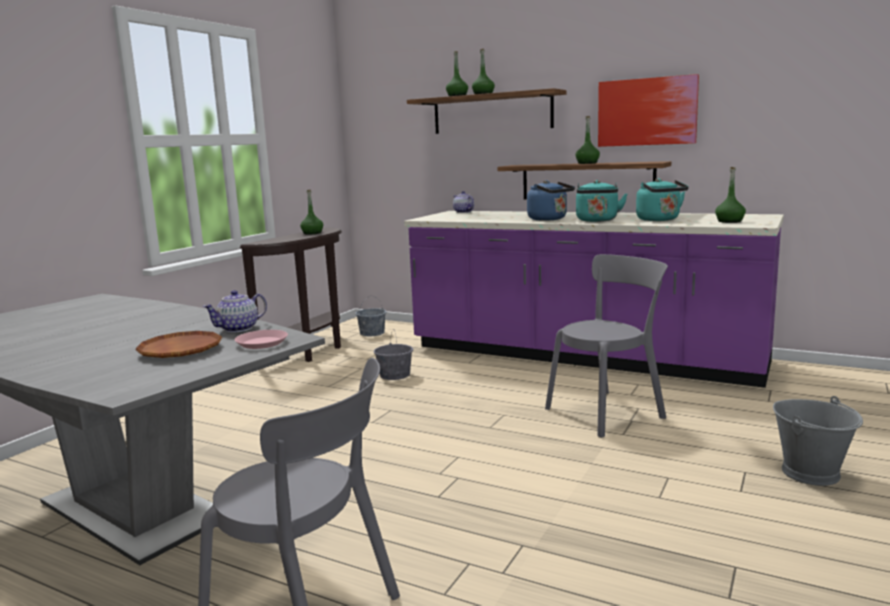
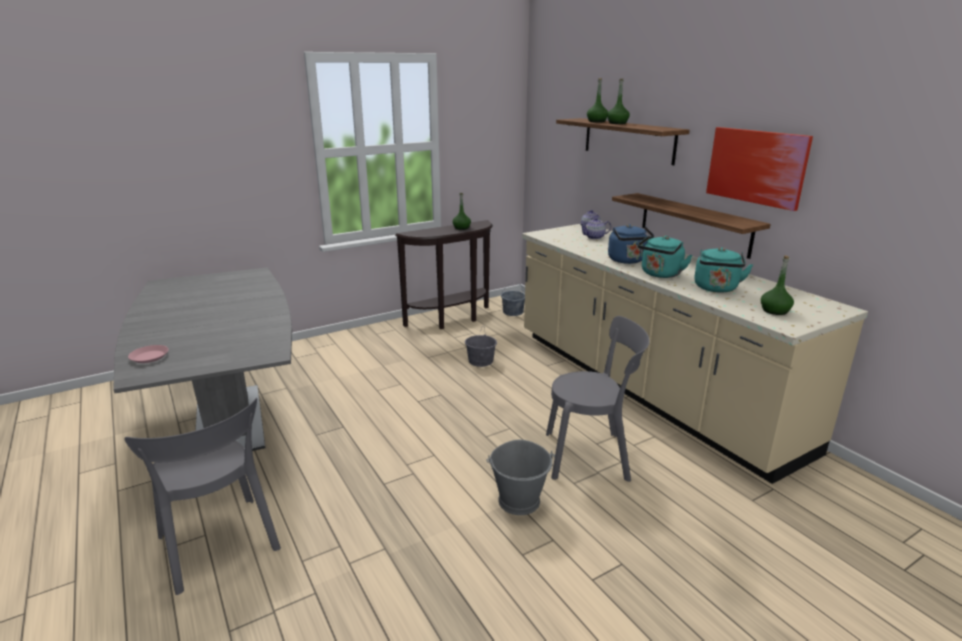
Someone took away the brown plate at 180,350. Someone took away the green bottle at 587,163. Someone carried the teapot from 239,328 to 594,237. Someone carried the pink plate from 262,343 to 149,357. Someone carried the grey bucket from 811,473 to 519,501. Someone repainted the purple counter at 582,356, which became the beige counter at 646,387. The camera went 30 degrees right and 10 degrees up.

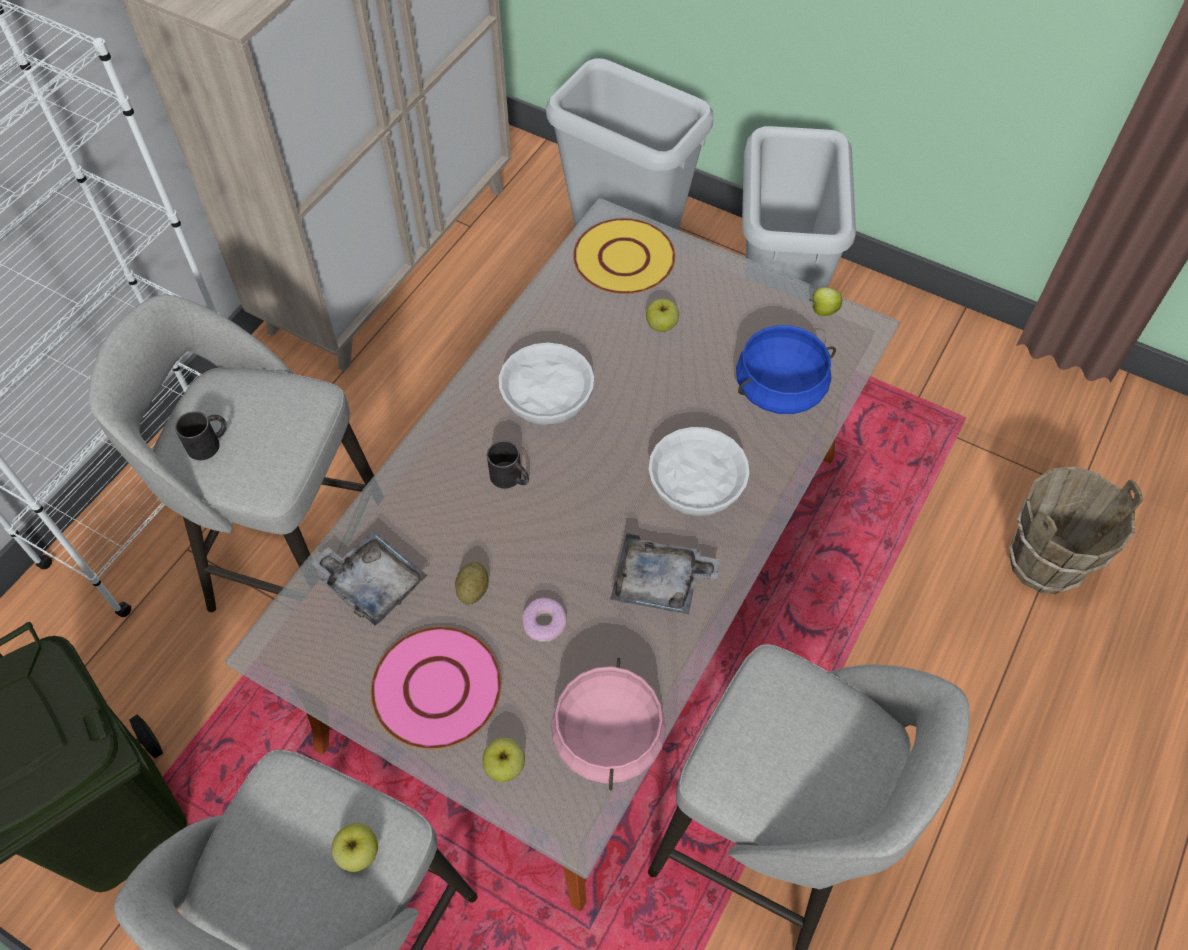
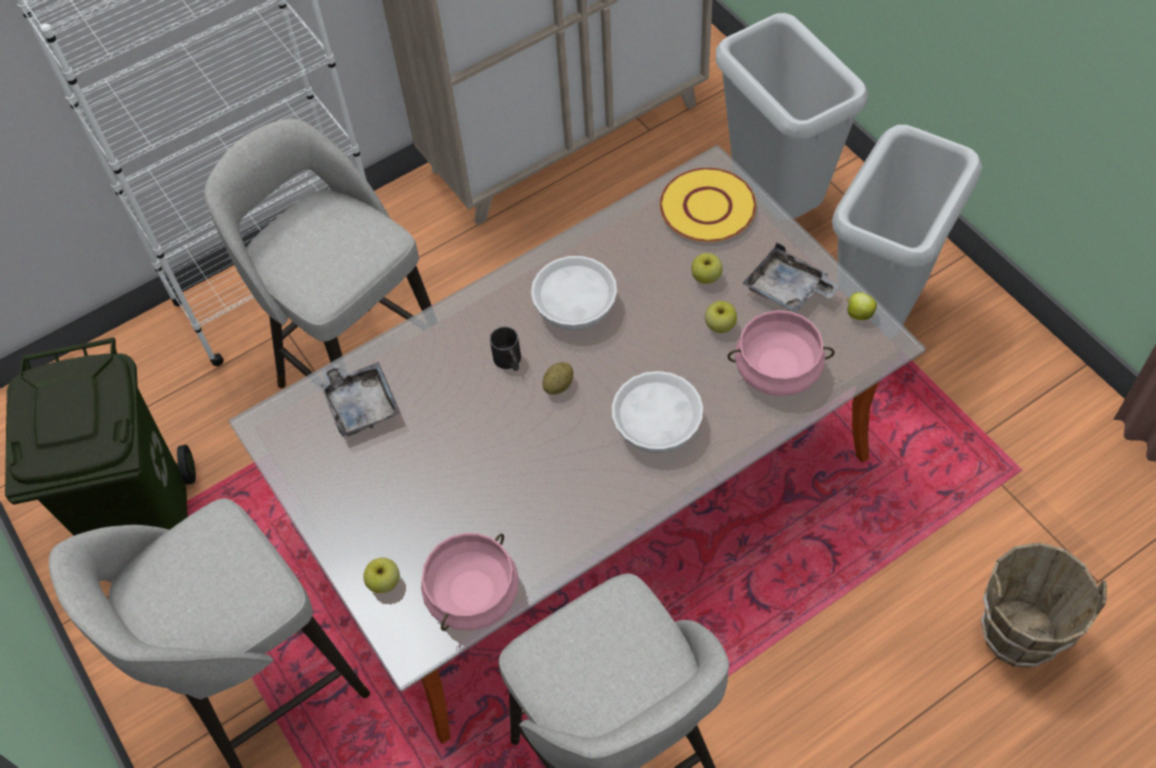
Someone took away the black mug at 209,443. Someone took away the pink plate at 438,688. Someone took away the donut at 544,623. Someone carried the apple from 358,853 to 720,325. Someone carried the potato from 473,590 to 558,385. Someone carried the grey tray from 660,583 to 788,290. Someone repainted the blue cooking pot at 780,389, which became the pink cooking pot at 777,369. The camera went 30 degrees right and 0 degrees up.

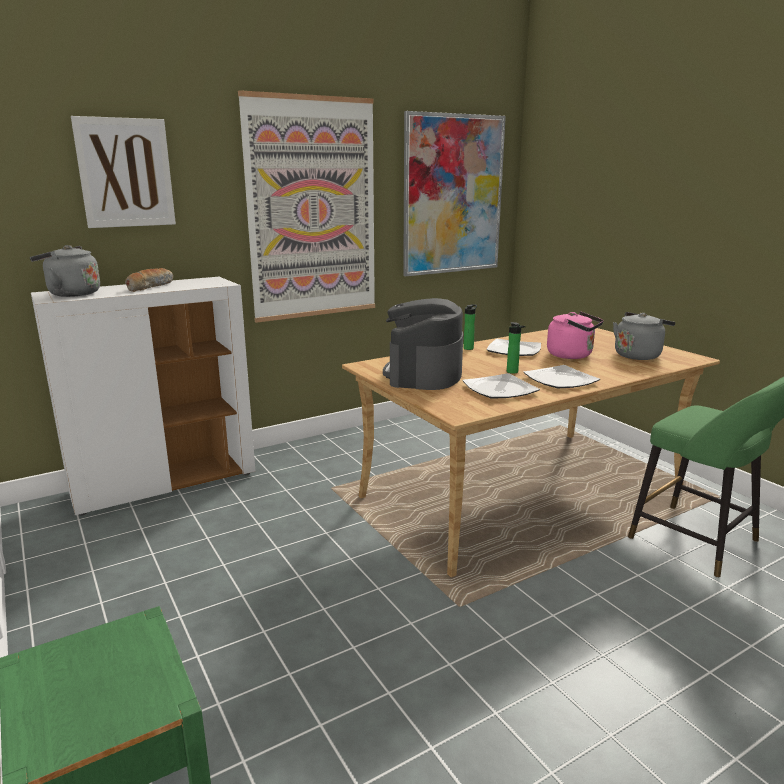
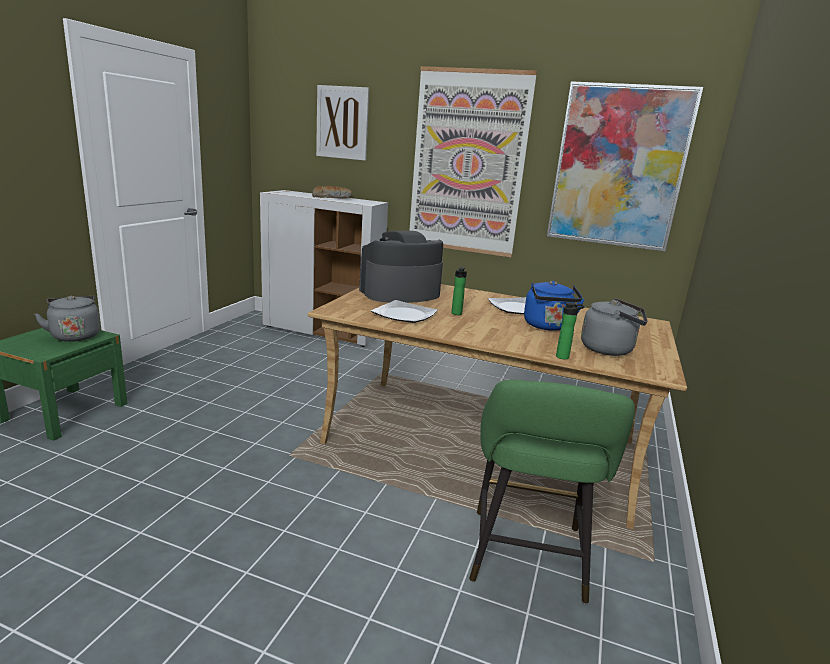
Someone took away the plate at 559,380. Someone carried the grey kettle from 71,294 to 75,335. Someone carried the bottle from 469,348 to 564,357. Someone repainted the pink kettle at 572,355, which became the blue kettle at 548,326. The camera went 50 degrees right and 0 degrees up.

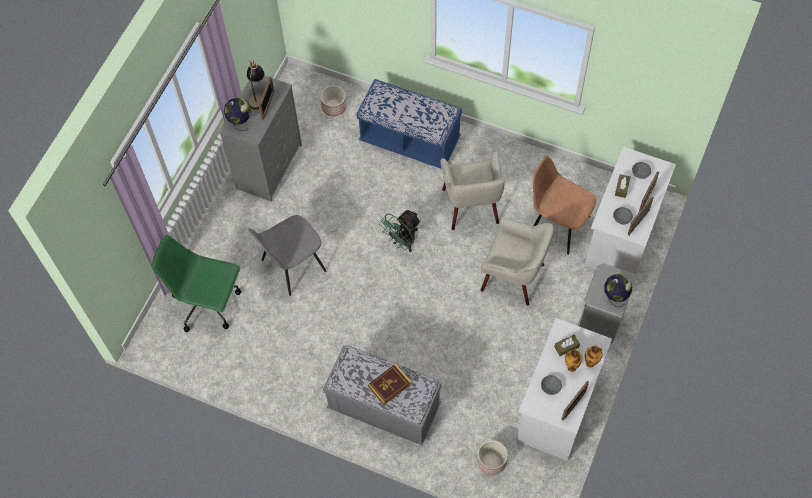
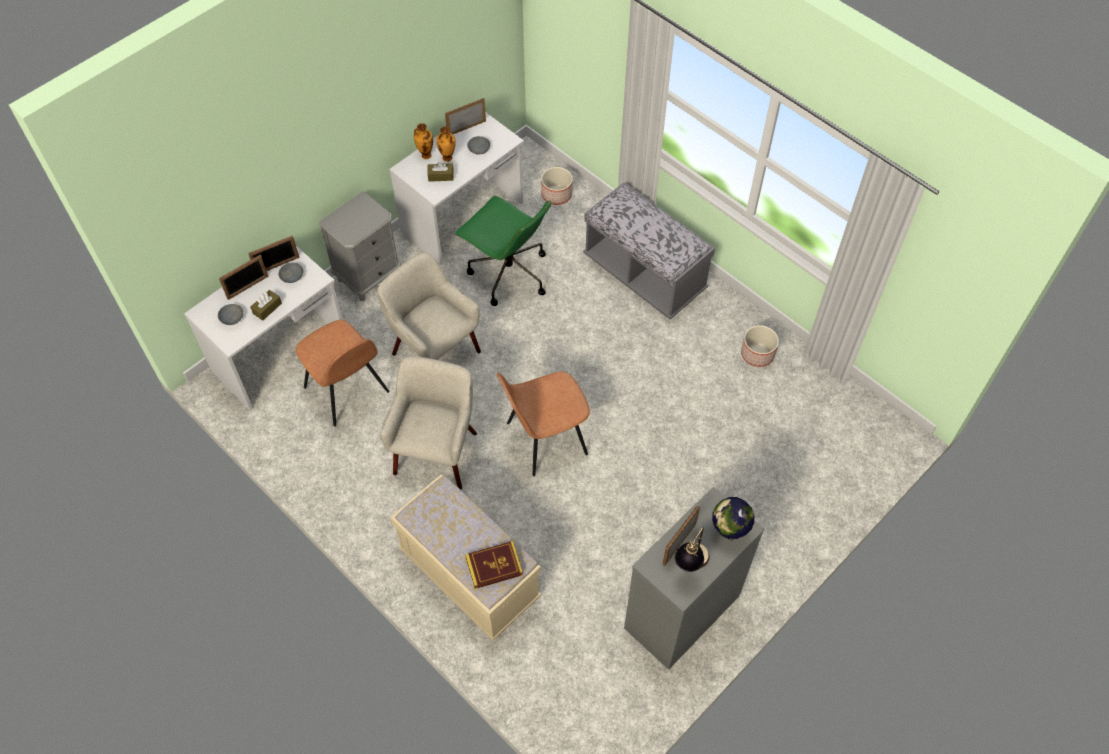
Someone took away the grey chair at 292,266. Someone took away the globe at 615,297. Someone carried the green office chair from 208,303 to 508,273. Someone carried the planter from 334,106 to 757,354. Someone carried the book from 389,385 to 494,566. Someone swapped the green fan at 402,242 for the brown chair at 544,439. Someone repainted the blue bench at 410,140, which became the beige bench at 469,575. The camera went 160 degrees left and 5 degrees down.

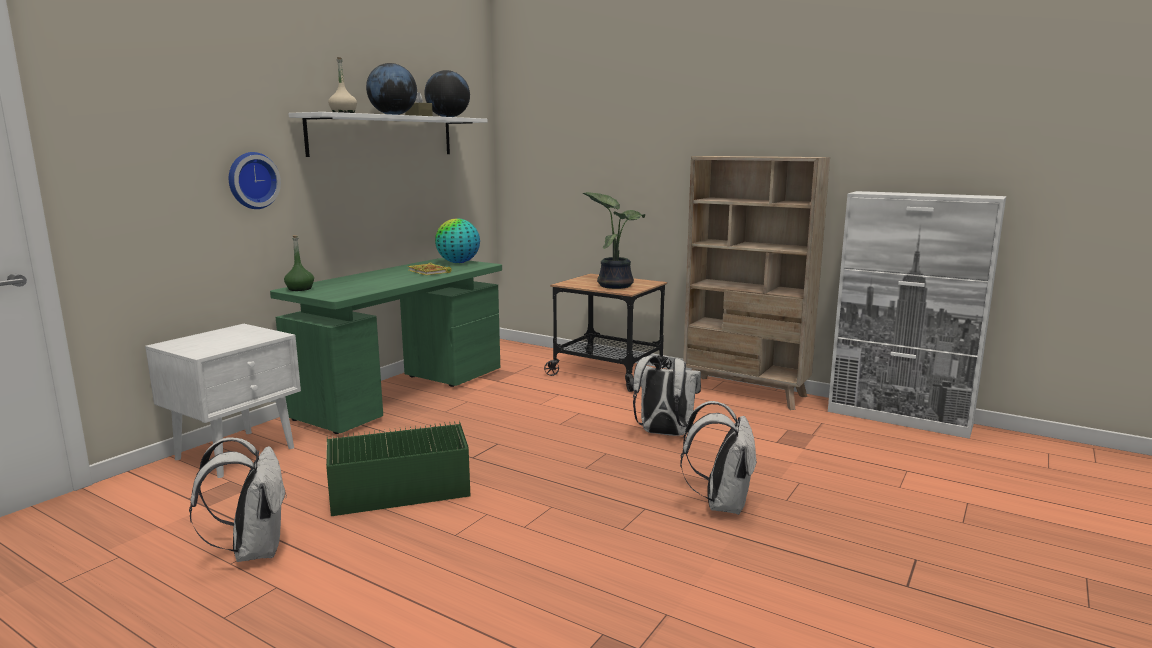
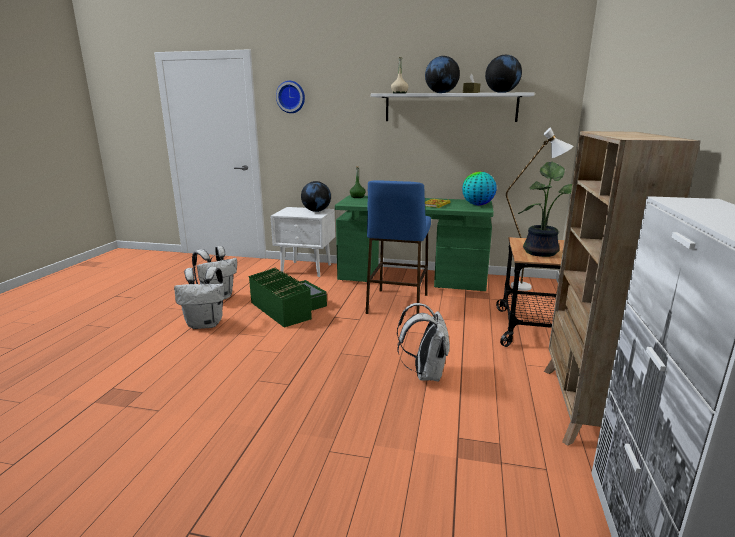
Someone put down the globe at 316,211. Someone put down the blue stool at 397,304. Someone put down the white floor lamp at 529,287. Someone carried the wall clock from 251,180 to 291,97. Someone carried the white backpack from 721,504 to 206,324. The camera went 70 degrees right and 5 degrees up.

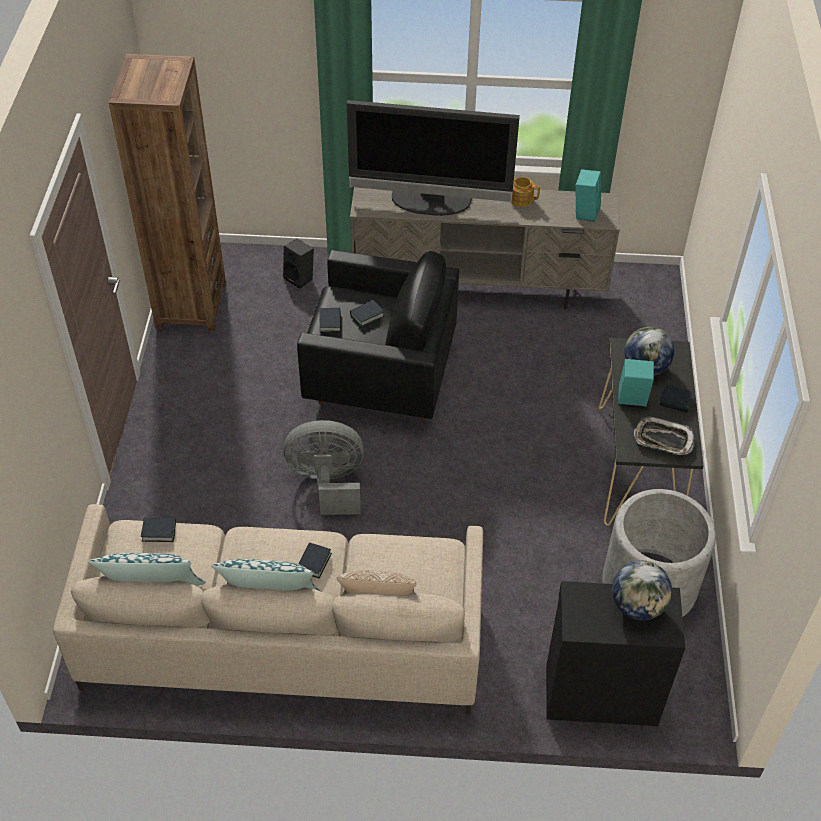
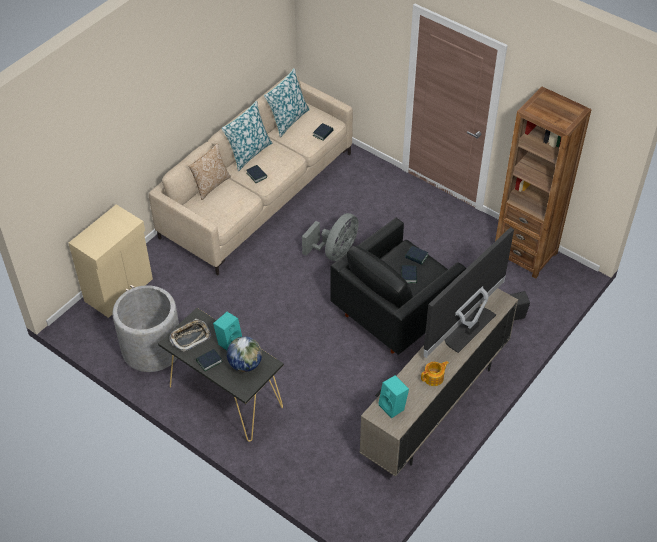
Someone took away the globe at 637,606. Someone repainted the black cabinet at 600,693, which became the beige cabinet at 120,290. The camera went 125 degrees right and 0 degrees up.

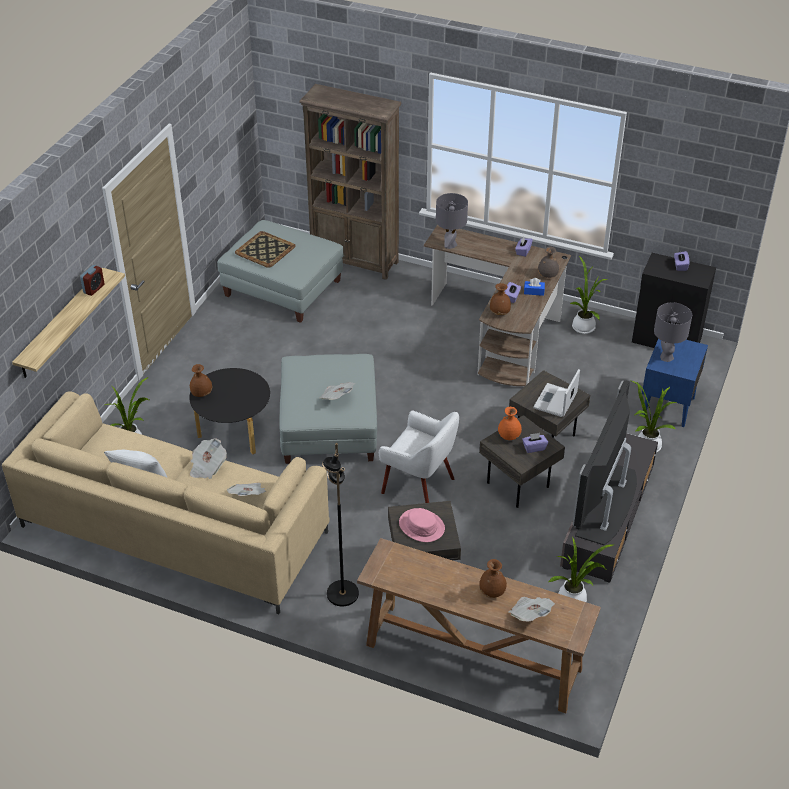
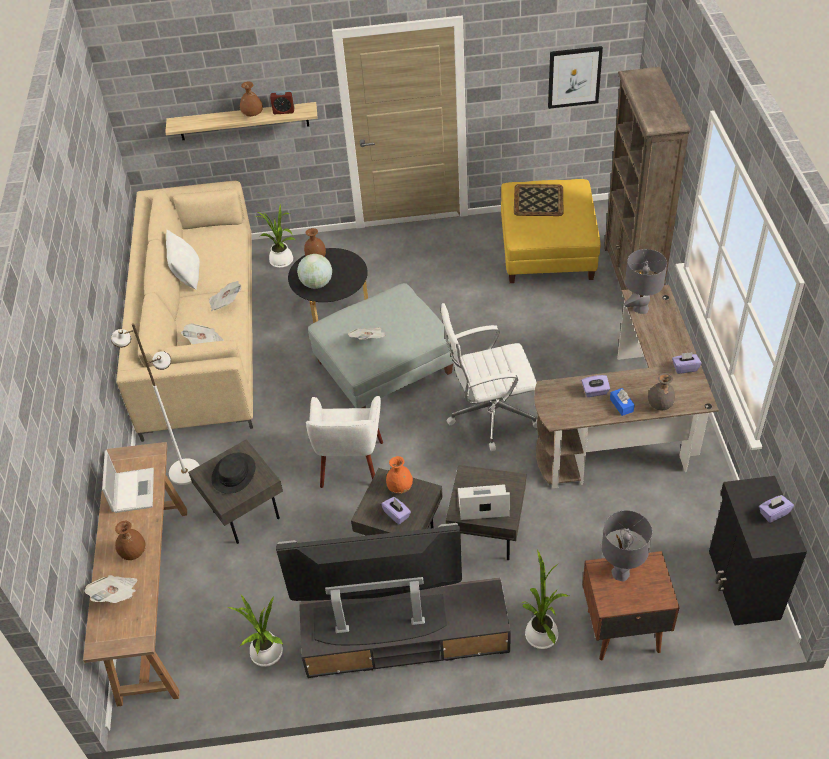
Someone took away the potted plant at 583,326. Someone put down the laptop at 133,490. Someone put down the globe at 317,284. Someone put down the white office chair at 490,414. Someone put up the picture at 574,77. Someone carried the brown vase from 500,313 to 253,115. Someone repainted the grey ottoman at 282,288, which became the yellow ottoman at 546,249. Someone repainted the black floor lamp at 341,594, which became the white floor lamp at 184,471. Someone repainted the pink hat at 421,526, which became the black hat at 234,474. Someone repainted the blue nightstand at 667,407, which became the brown nightstand at 622,630. The camera went 65 degrees right and 5 degrees up.

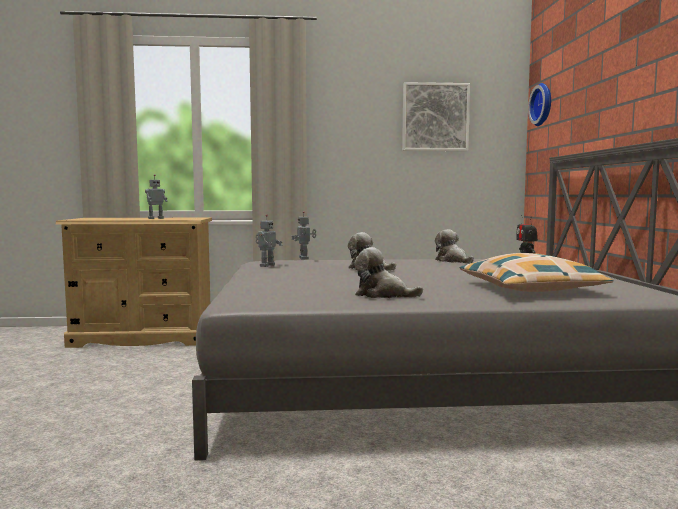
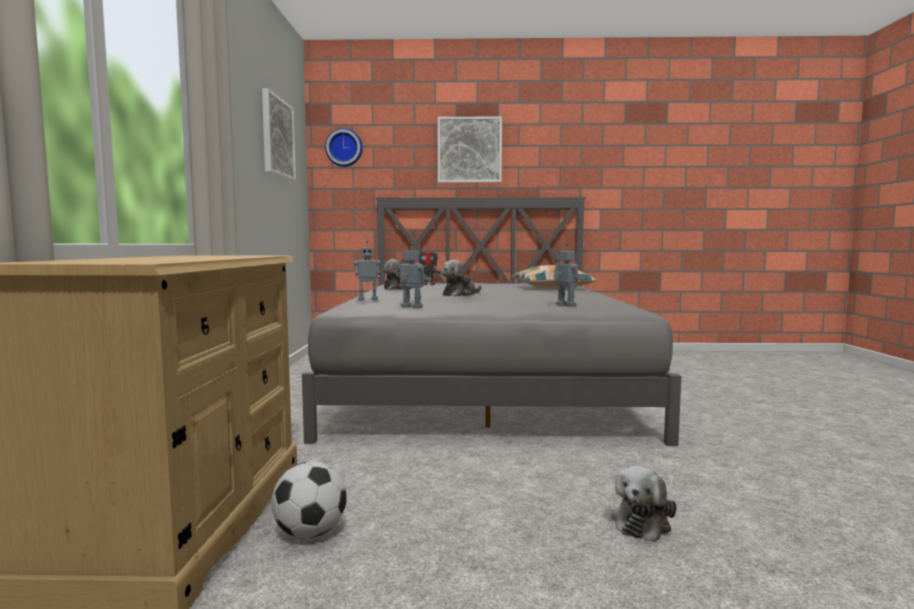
Someone put down the football at 310,533. Someone put up the picture at 469,150. Someone carried the toy robot from 155,218 to 564,305. Someone carried the plush toy from 382,295 to 641,522. The camera went 85 degrees left and 0 degrees up.

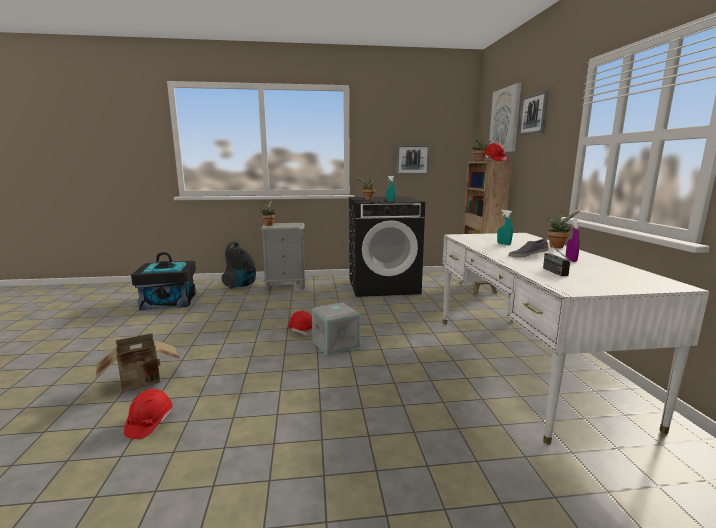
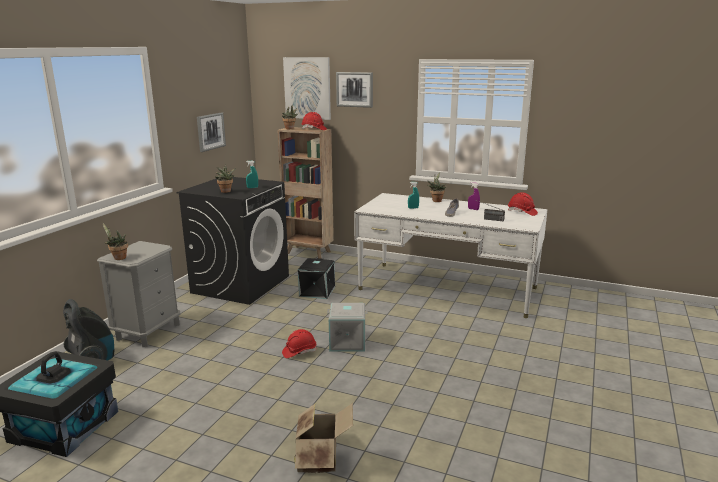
Someone put down the black storage box at 317,292. Someone carried the red hard hat from 149,423 to 522,212. The camera went 60 degrees left and 5 degrees up.

